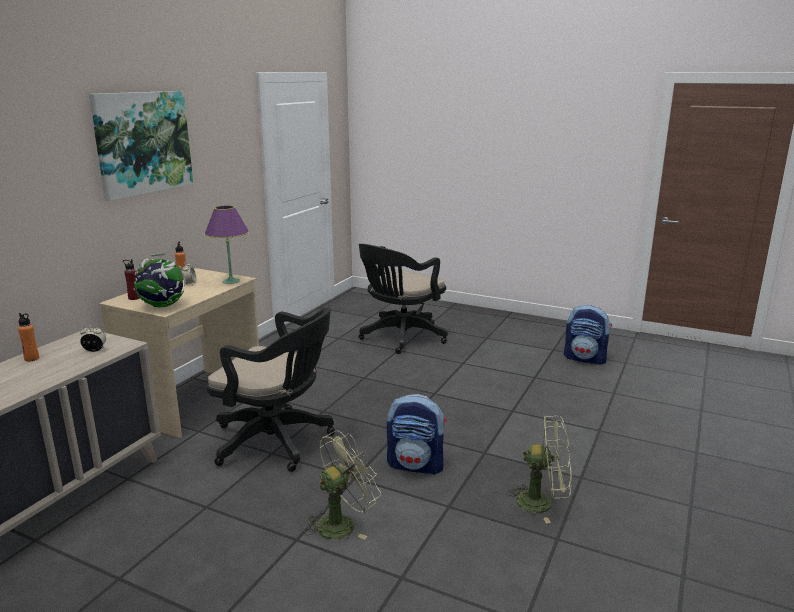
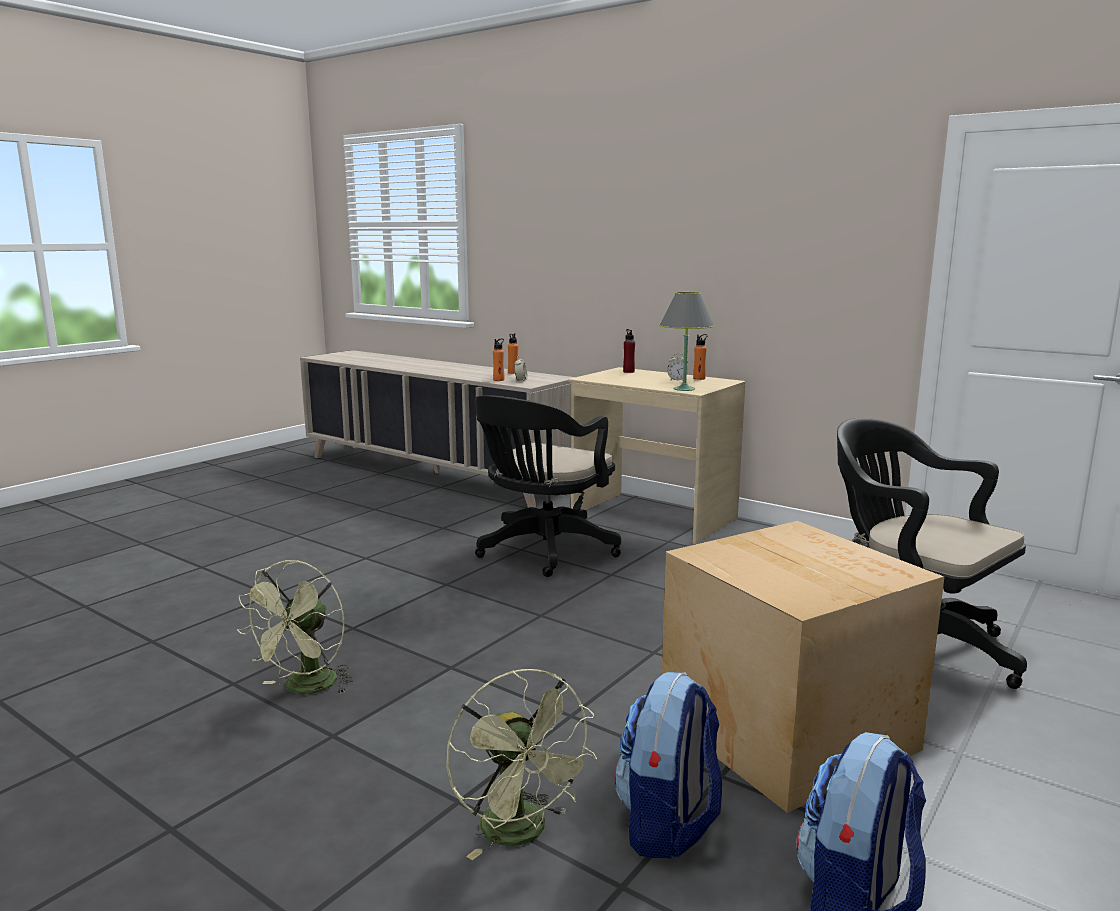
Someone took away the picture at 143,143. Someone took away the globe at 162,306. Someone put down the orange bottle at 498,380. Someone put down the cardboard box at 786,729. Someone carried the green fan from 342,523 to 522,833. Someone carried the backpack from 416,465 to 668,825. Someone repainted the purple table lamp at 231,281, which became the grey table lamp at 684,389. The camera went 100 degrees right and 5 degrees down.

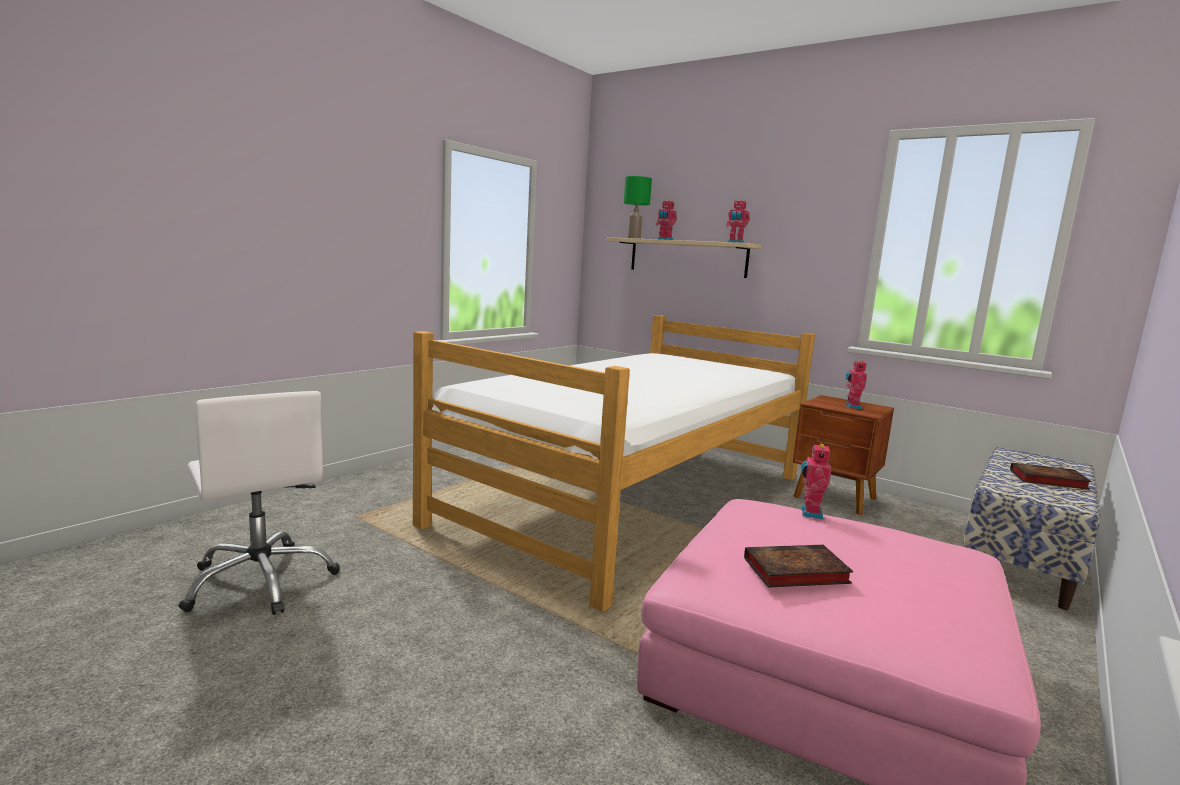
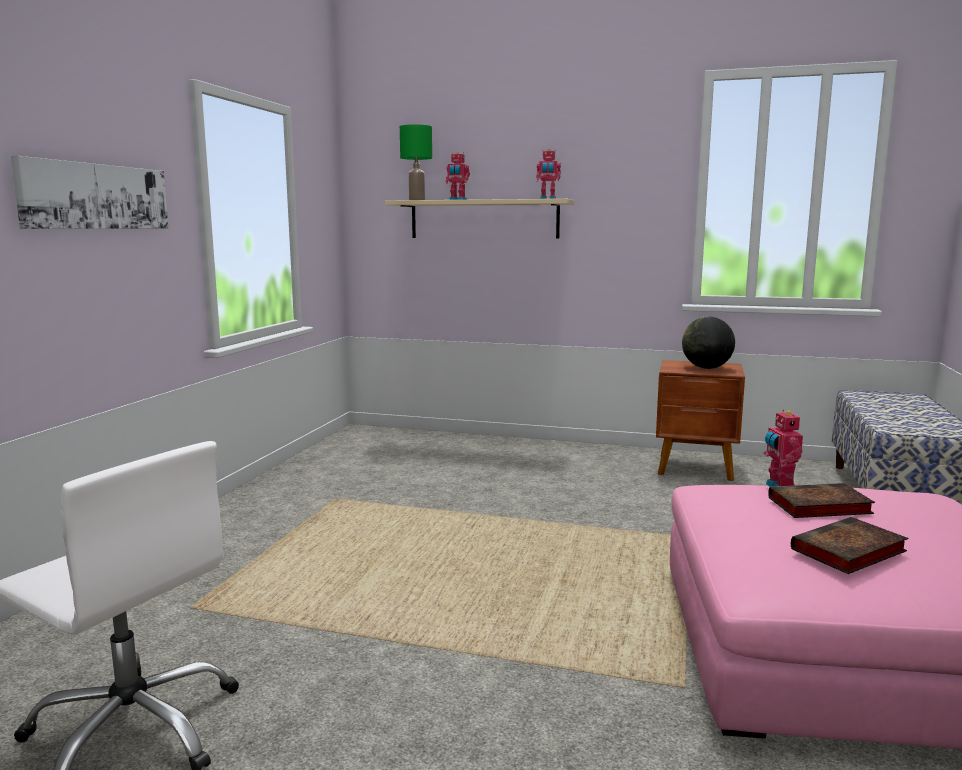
Someone took away the bed at 633,499. Someone put up the picture at 95,196. Someone carried the book from 1046,480 to 817,506. Someone swapped the toy robot at 851,406 for the globe at 706,368. The camera went 20 degrees left and 0 degrees up.

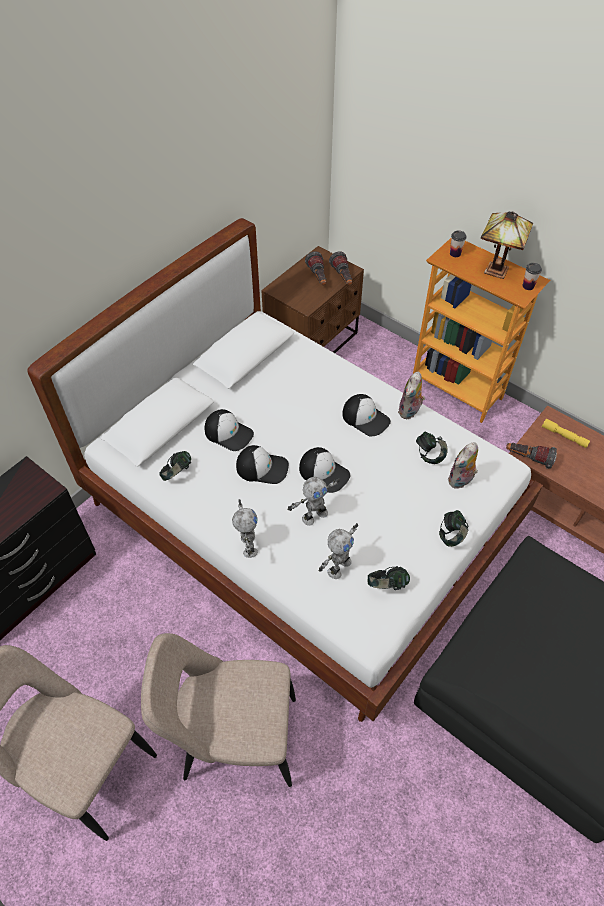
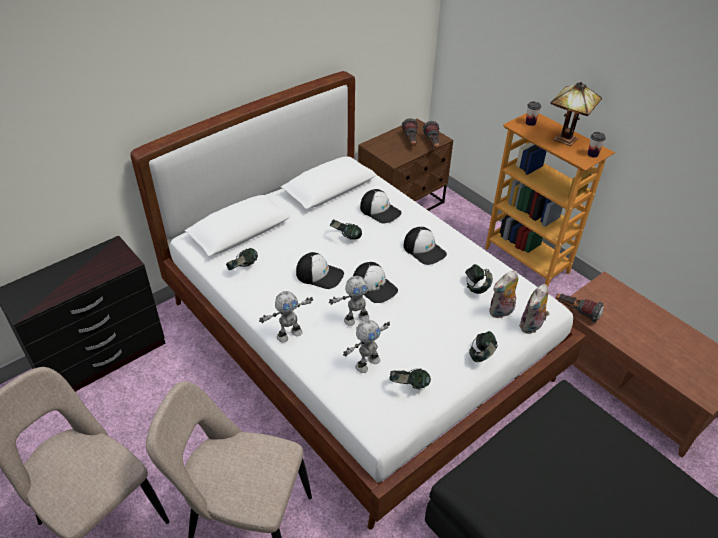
Someone took away the yellow flashlight at 564,436. Someone put down the headphones at 345,237. Someone carried the cap from 229,433 to 380,210. Someone carried the plush toy from 410,411 to 532,326. Someone rotated the toy robot at 247,545 by 60 degrees clockwise. The camera went 10 degrees right and 10 degrees down.

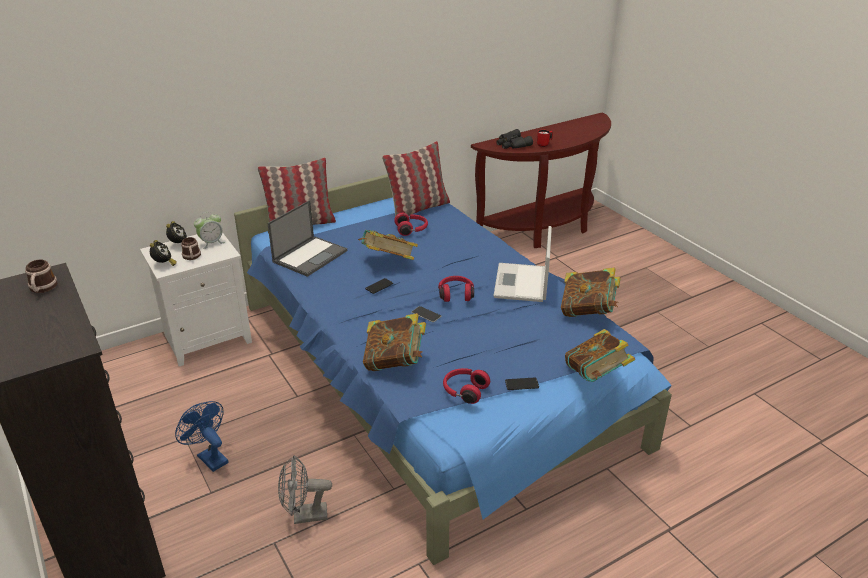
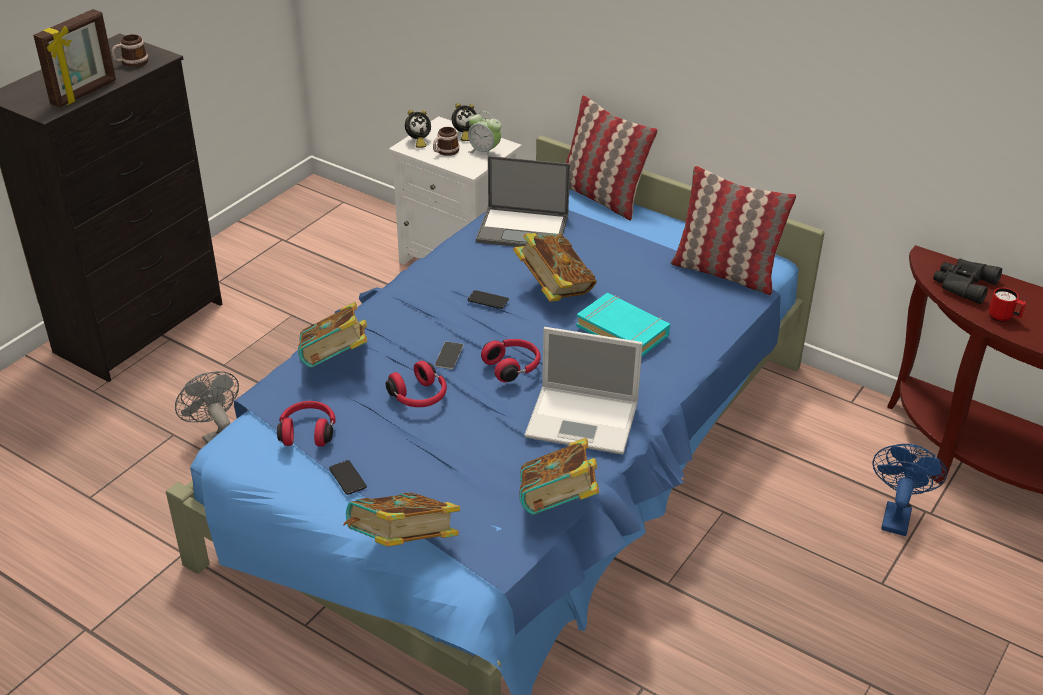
Someone put down the picture frame at 84,93. Someone put down the turquoise book at 623,330. Someone carried the blue fan from 209,457 to 896,514. Someone carried the red headphones from 412,230 to 419,397. Someone rotated the laptop at 521,284 by 150 degrees counterclockwise. The camera went 65 degrees right and 5 degrees up.

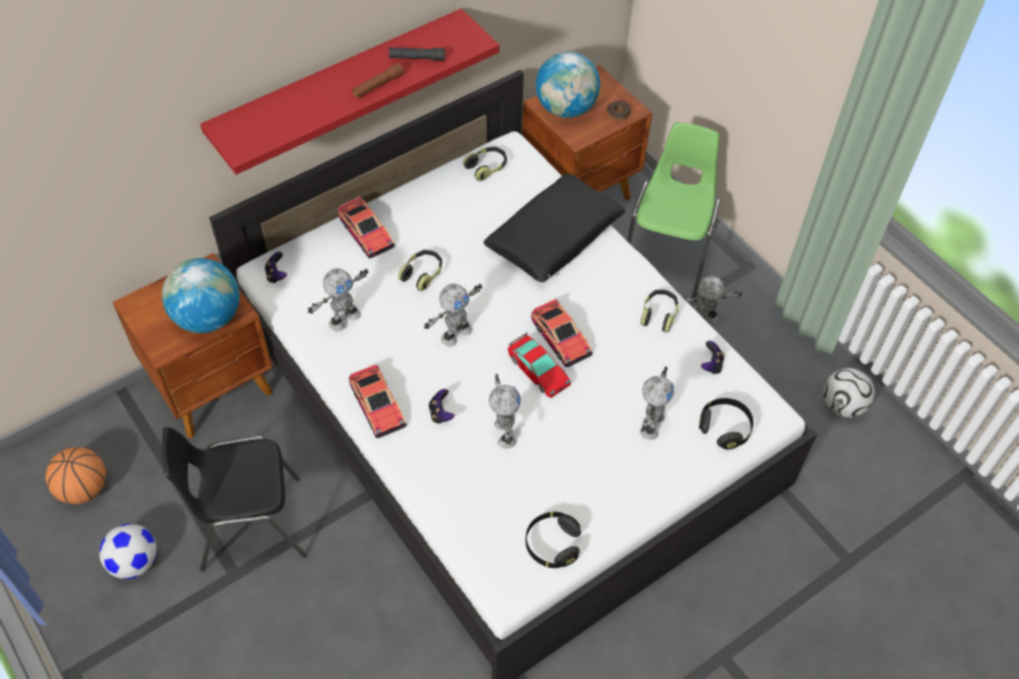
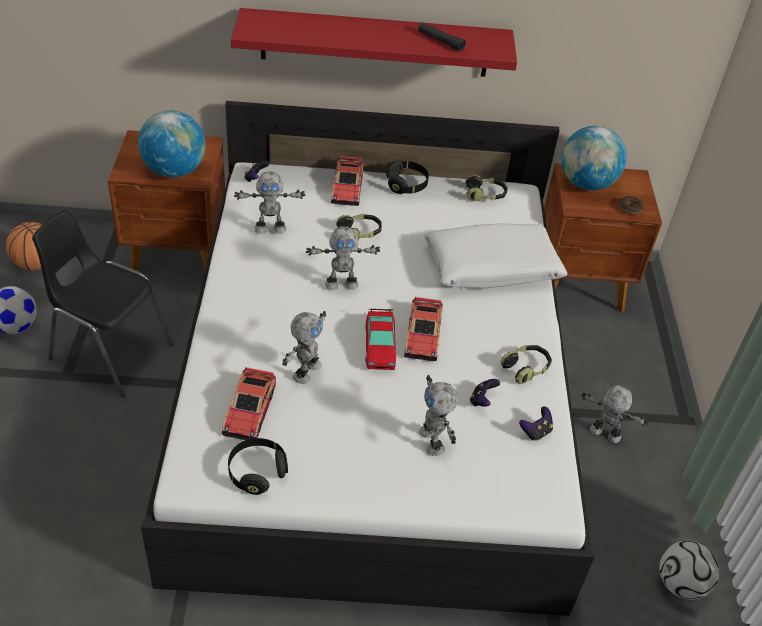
Someone took away the brown flashlight at 378,85. Someone took away the green chair at 667,255. Someone carried the toy car from 378,406 to 249,411. Someone carried the game controller from 441,413 to 482,400. Someone carried the black headphones from 725,428 to 406,185. Someone repainted the black pillow at 554,237, which became the white pillow at 492,267. Someone rotated the toy robot at 650,424 by 105 degrees clockwise. The camera went 35 degrees right and 10 degrees down.

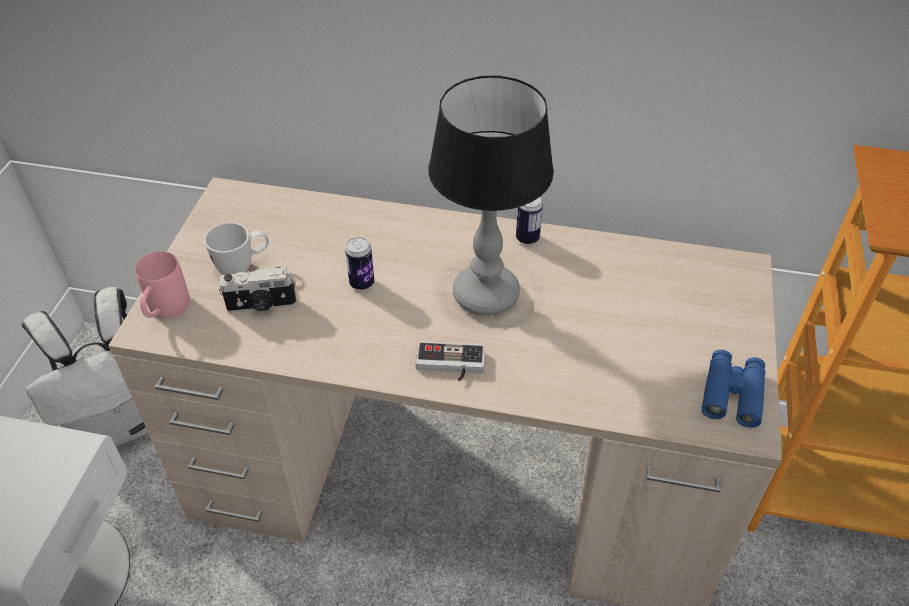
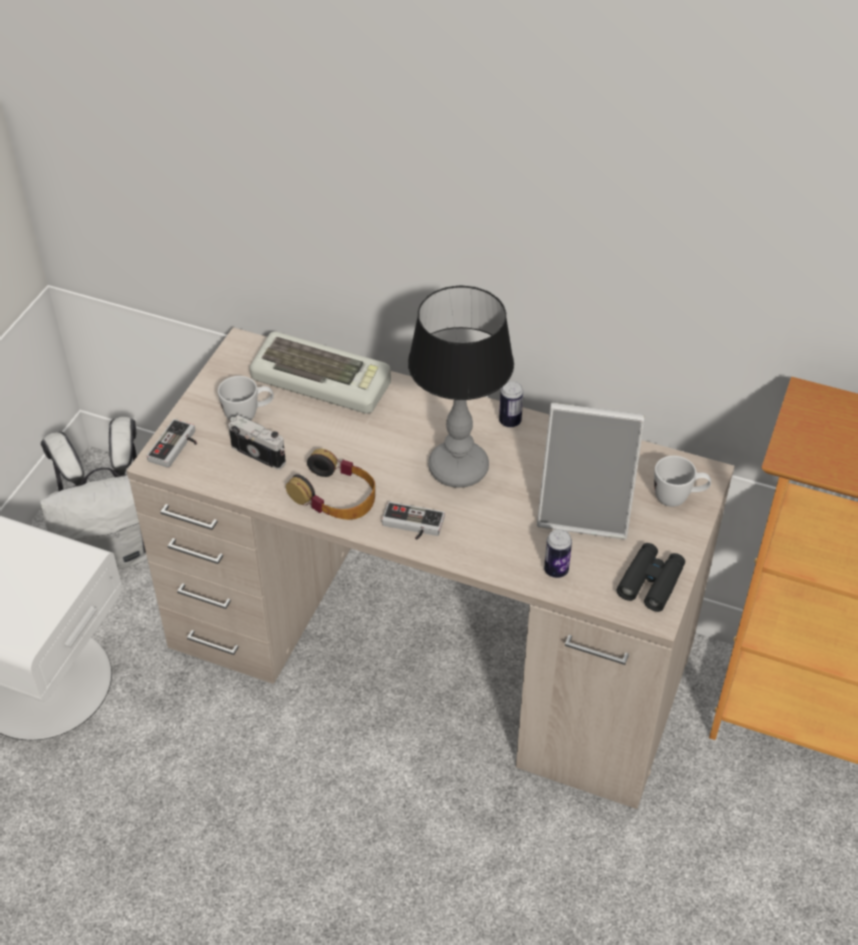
Someone put down the keyboard at 323,380. Someone put down the headphones at 335,495. Someone put down the picture frame at 586,510. Someone put down the white mug at 678,498. Someone carried the can from 362,283 to 556,570. Someone swapped the pink mug at 165,311 for the game controller at 177,447. Someone repainted the blue binoculars at 732,394, which became the black binoculars at 650,582. Someone rotated the photo camera at 261,306 by 150 degrees counterclockwise. The camera went 10 degrees right and 0 degrees up.

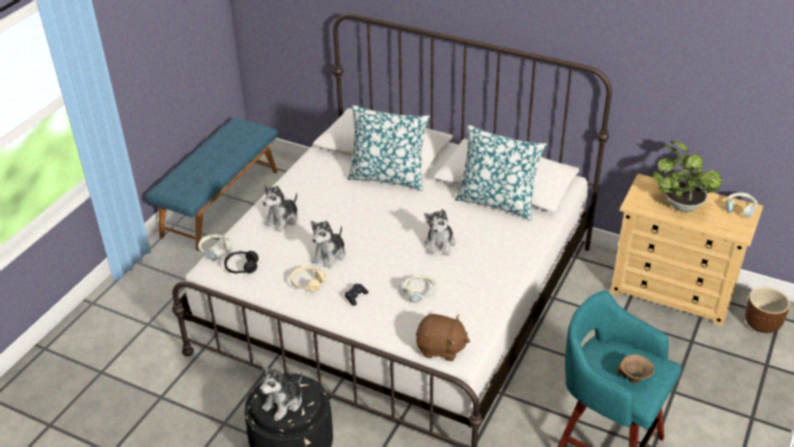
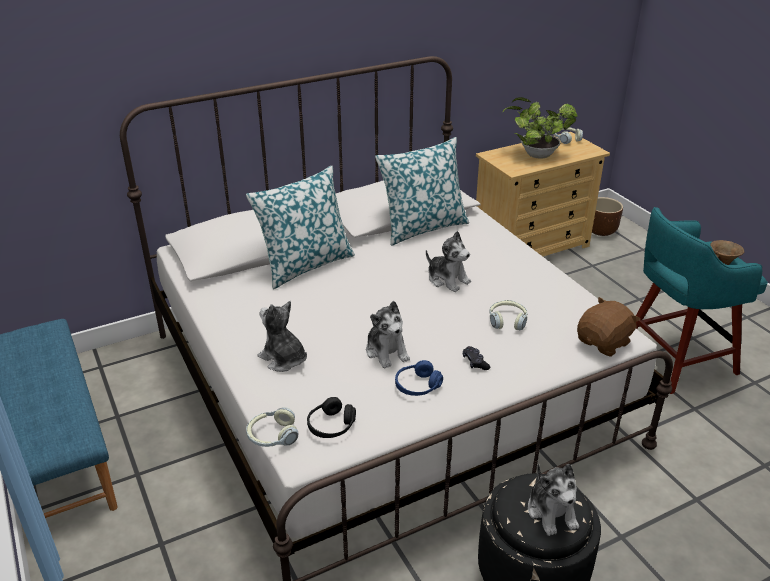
Someone repainted the beige headphones at 308,283, which became the blue headphones at 417,386. Someone rotated the plush toy at 283,220 by 150 degrees clockwise. The camera went 55 degrees left and 5 degrees down.

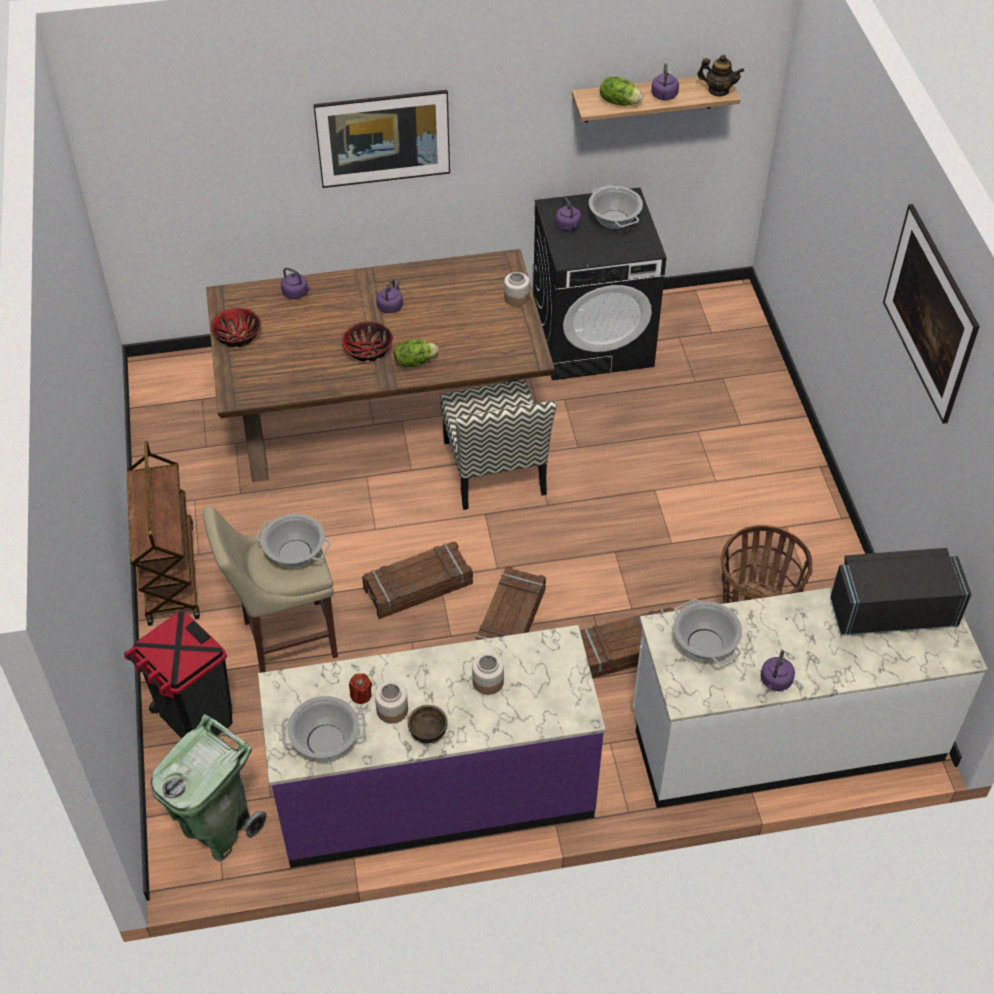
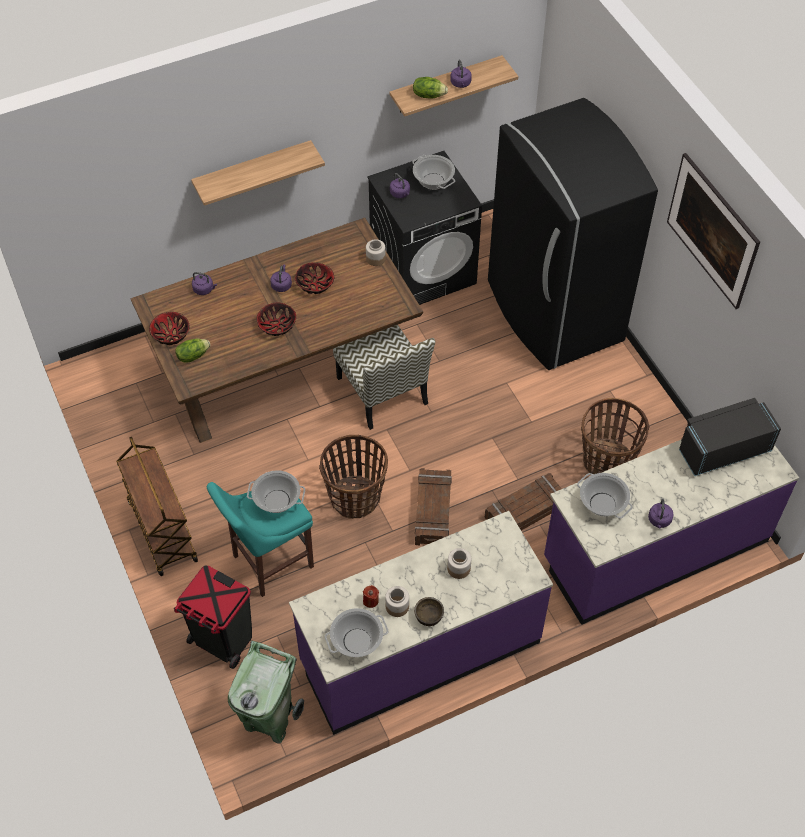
Someone took away the teapot at 718,91. Someone put down the bowl at 315,284. Someone put down the black fridge at 553,312. Someone carried the lettuce from 415,361 to 193,355. Someone swapped the picture at 384,158 for the shelf at 253,170. Someone swapped the crate at 417,586 for the basket at 355,497. Someone repainted the beige stool at 284,639, which became the turquoise stool at 269,562. Someone repainted the white counter at 785,736, which became the purple counter at 655,549. The camera went 15 degrees left and 5 degrees up.

